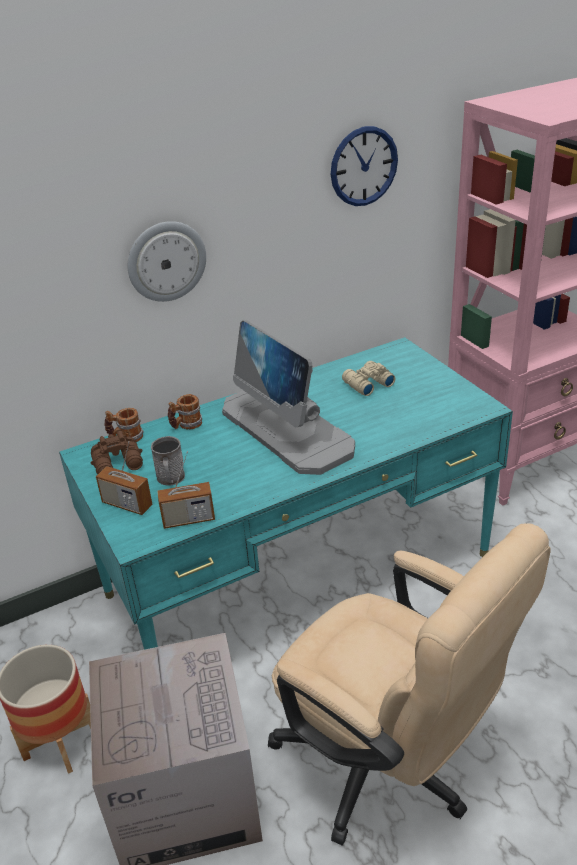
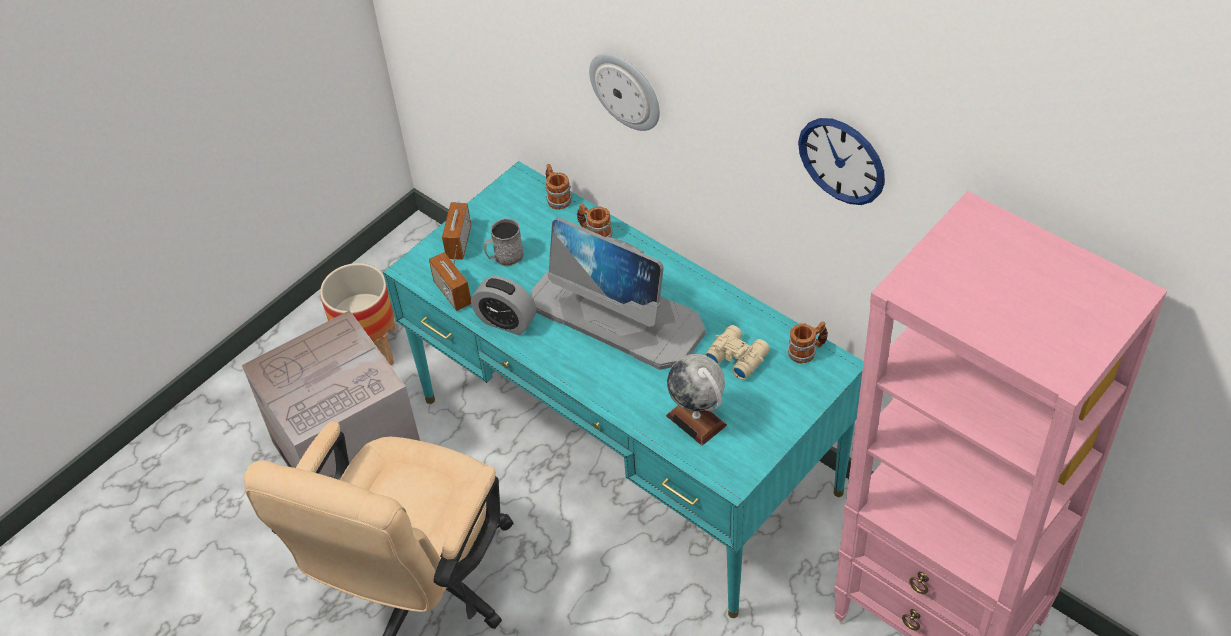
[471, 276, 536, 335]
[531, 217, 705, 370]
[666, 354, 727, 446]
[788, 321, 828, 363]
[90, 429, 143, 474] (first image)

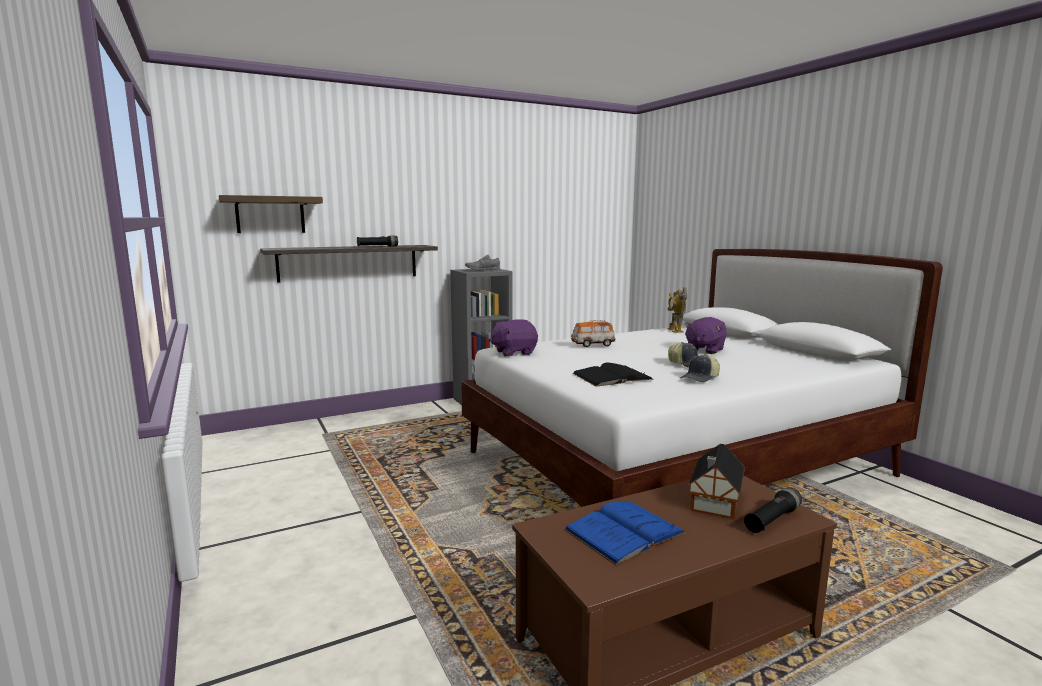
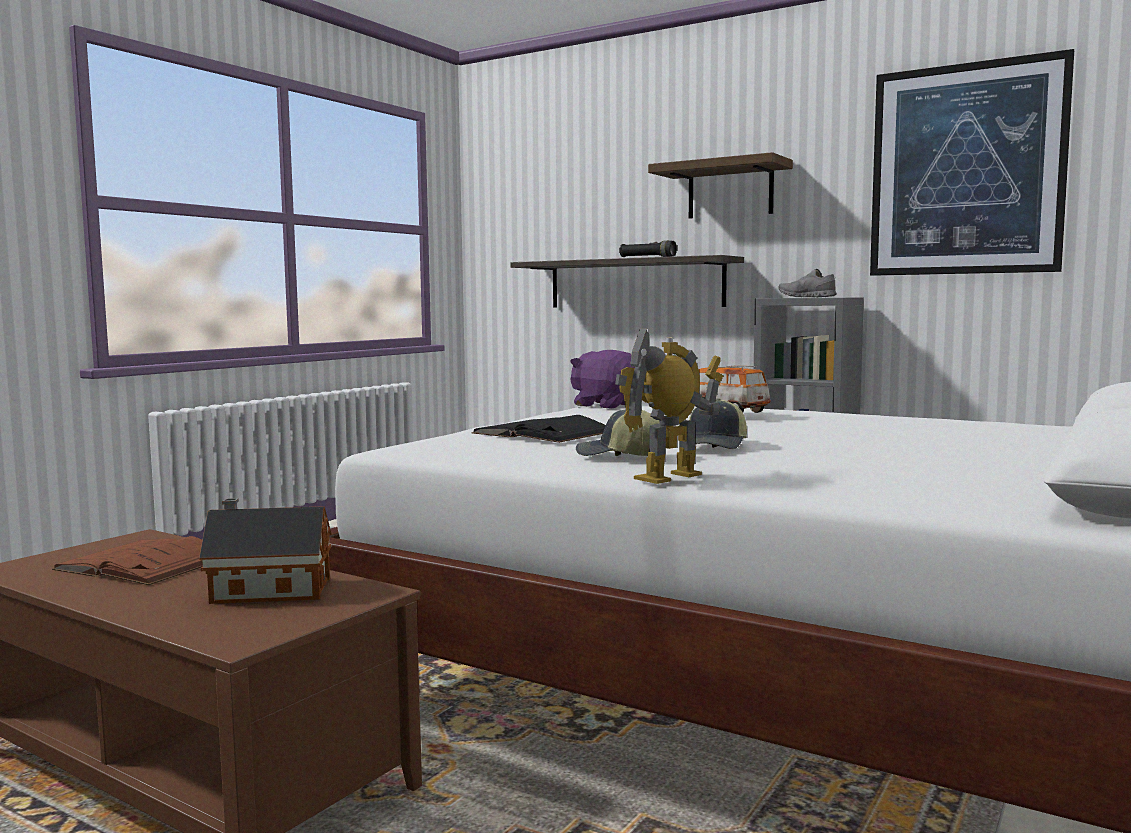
[52, 536, 203, 585]
[615, 328, 723, 484]
[648, 152, 793, 219]
[870, 49, 1074, 276]
[684, 317, 727, 354] (first image)
[744, 487, 802, 533] (first image)

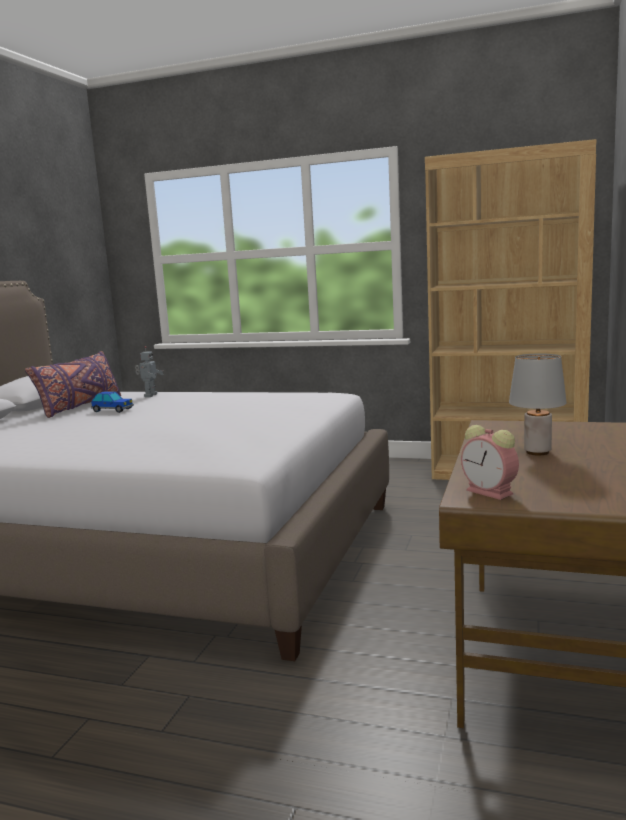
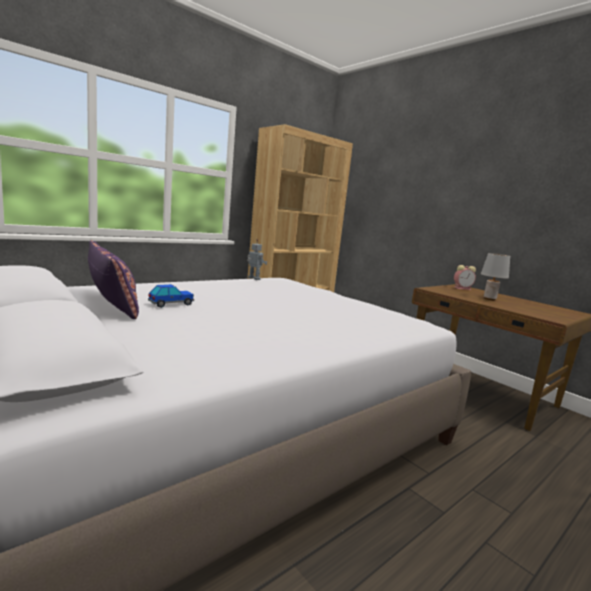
[247, 239, 268, 280]
[454, 265, 476, 290]

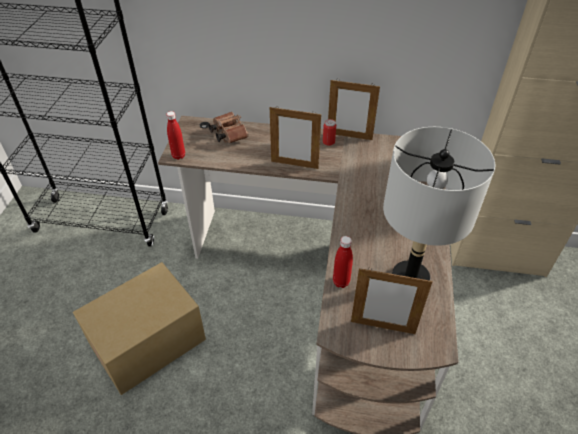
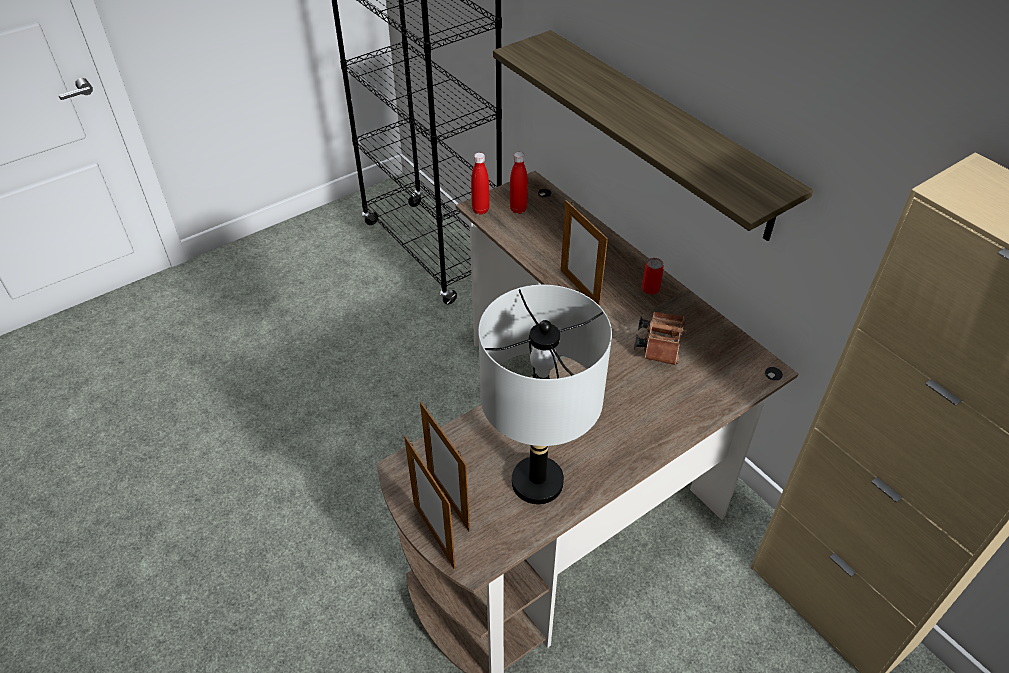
[404, 435, 456, 570]
[493, 30, 813, 241]
[510, 152, 528, 214]
[634, 312, 687, 365]
[73, 262, 206, 395] (first image)

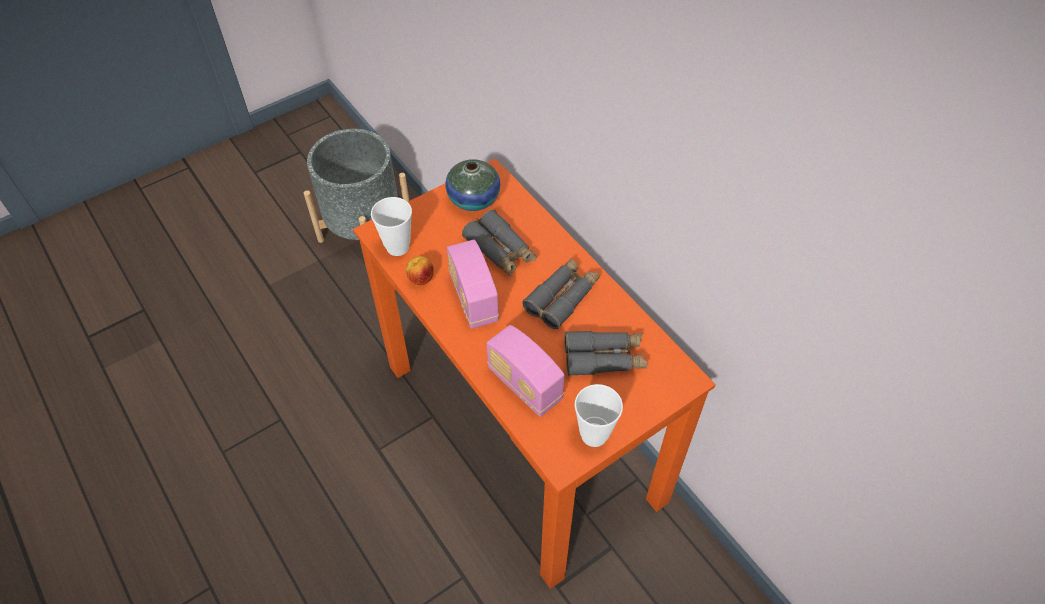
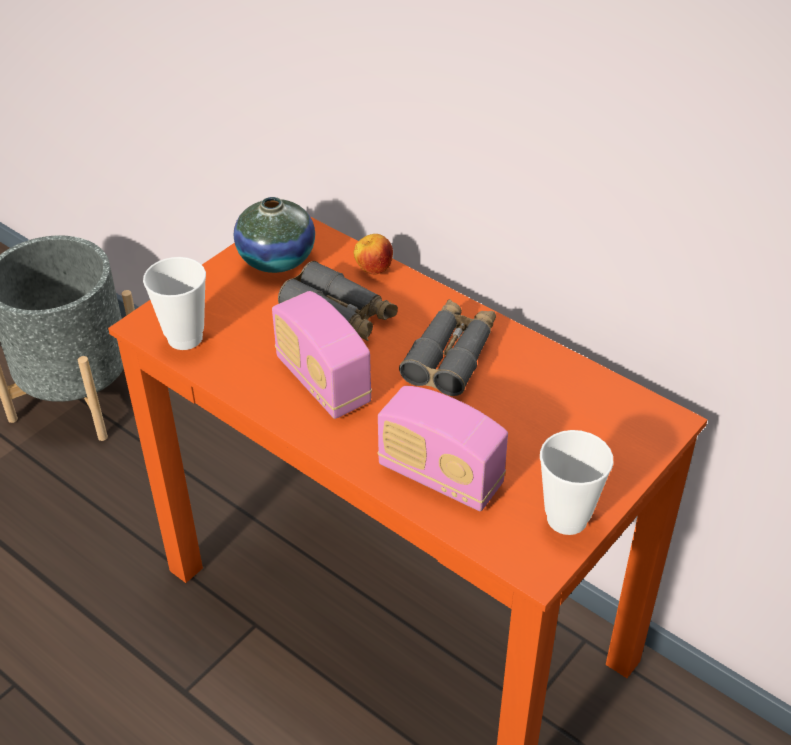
[354, 234, 393, 274]
[565, 331, 647, 376] (first image)

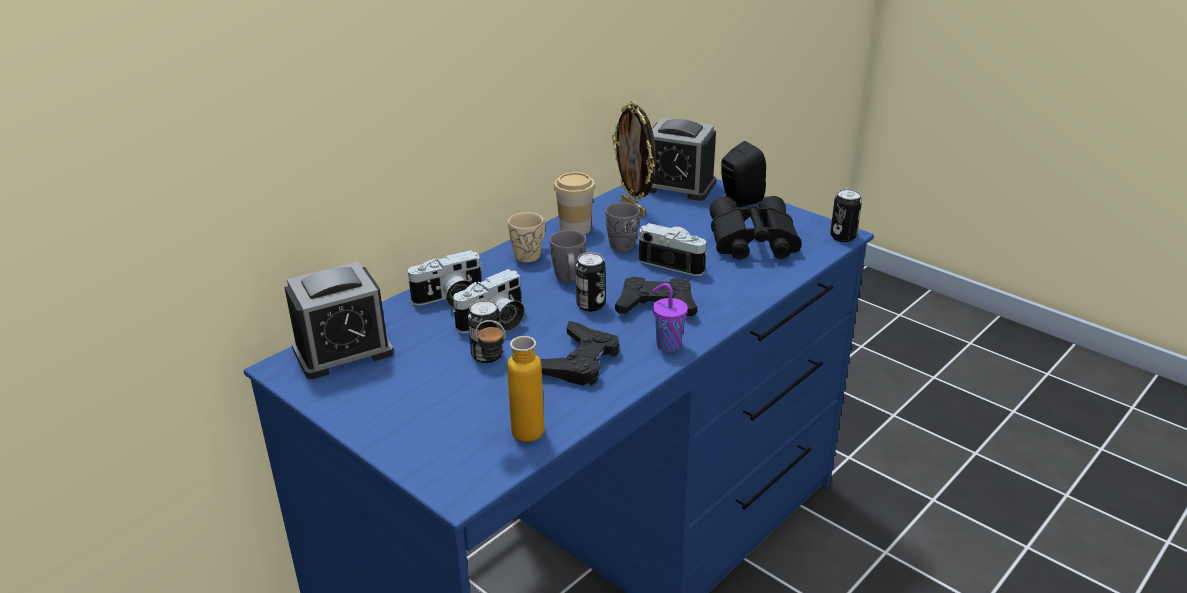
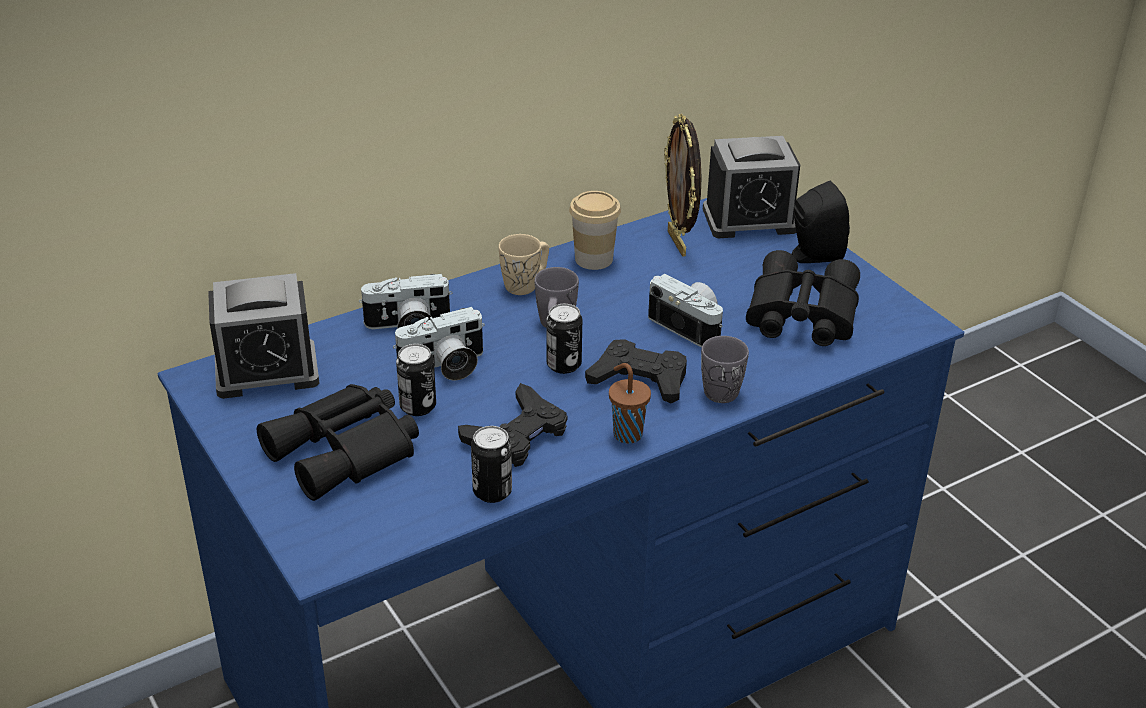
[257, 384, 419, 501]
[471, 426, 512, 503]
[609, 363, 651, 444]
[701, 336, 749, 403]
[703, 136, 800, 238]
[475, 320, 544, 442] (first image)

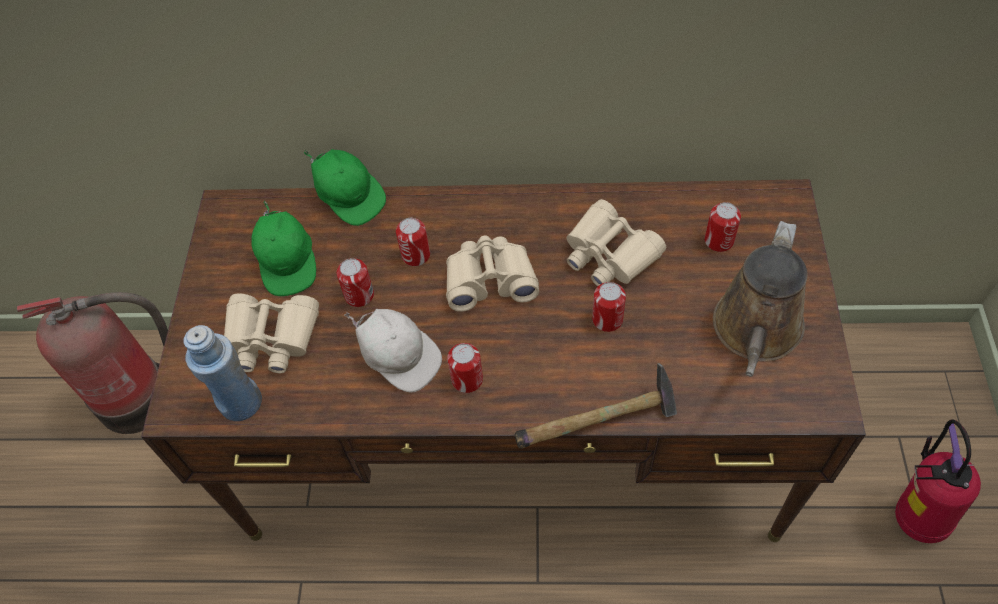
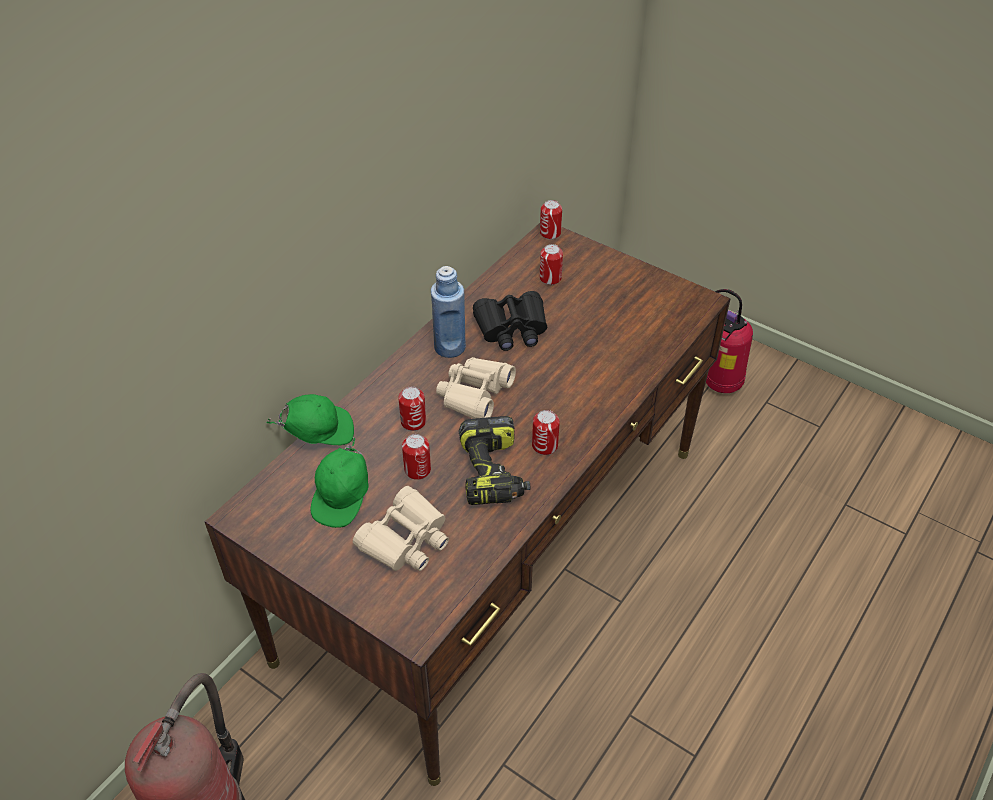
[311, 437, 369, 528]
[431, 266, 466, 358]
[459, 416, 530, 505]
[473, 291, 547, 351]
[540, 200, 562, 240]
[515, 363, 677, 449] (first image)
[713, 221, 808, 377] (first image)

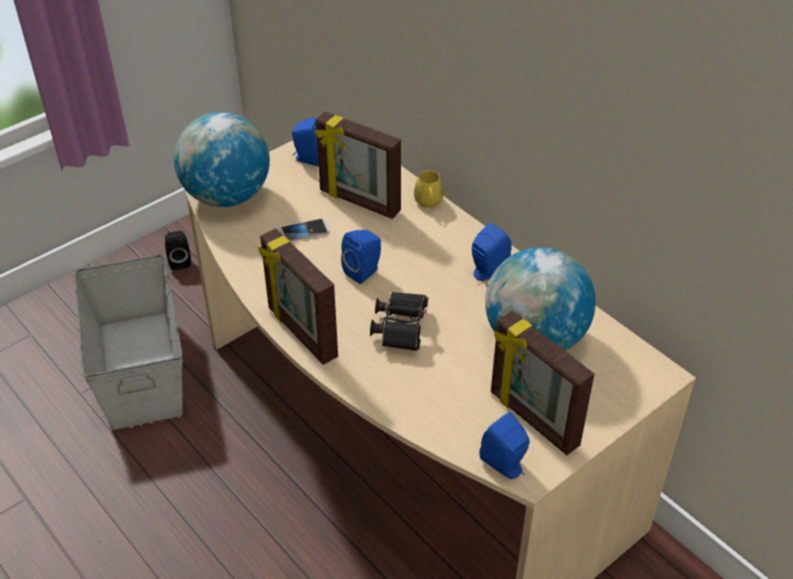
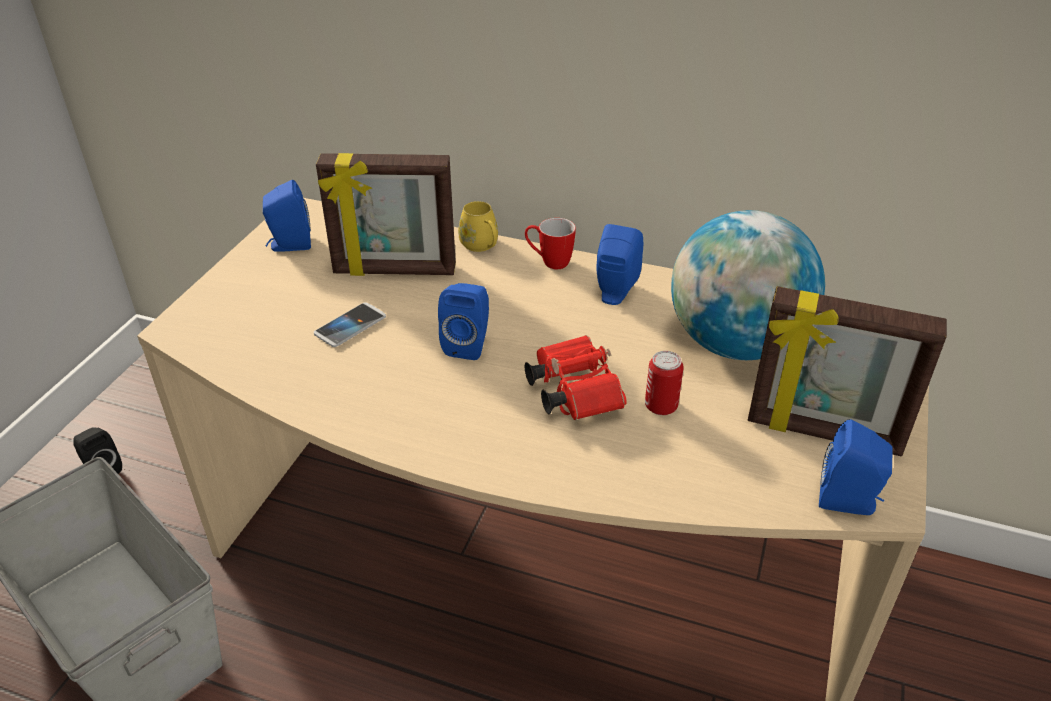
[524, 335, 626, 420]
[525, 218, 576, 269]
[645, 351, 684, 415]
[174, 112, 270, 207] (first image)
[258, 228, 338, 365] (first image)

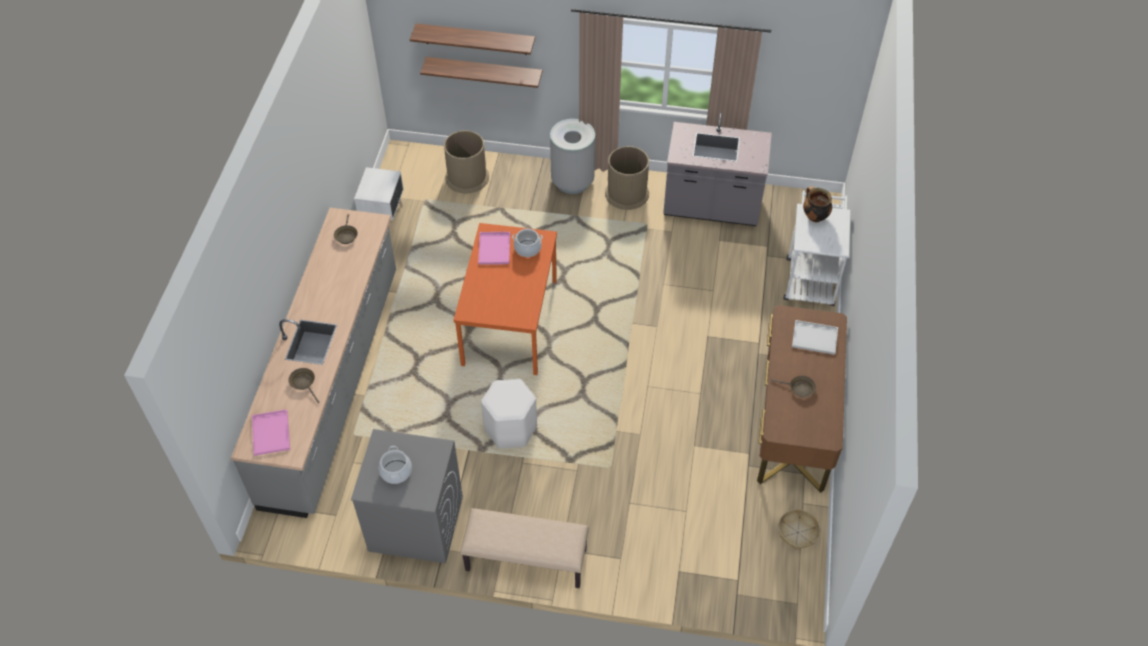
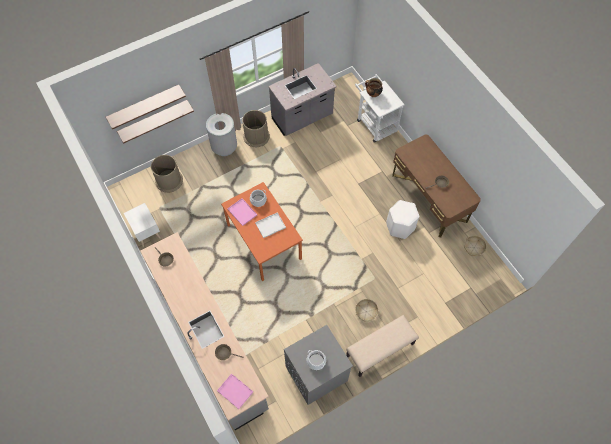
[255, 212, 286, 238]
[355, 299, 378, 322]
[386, 200, 419, 239]

